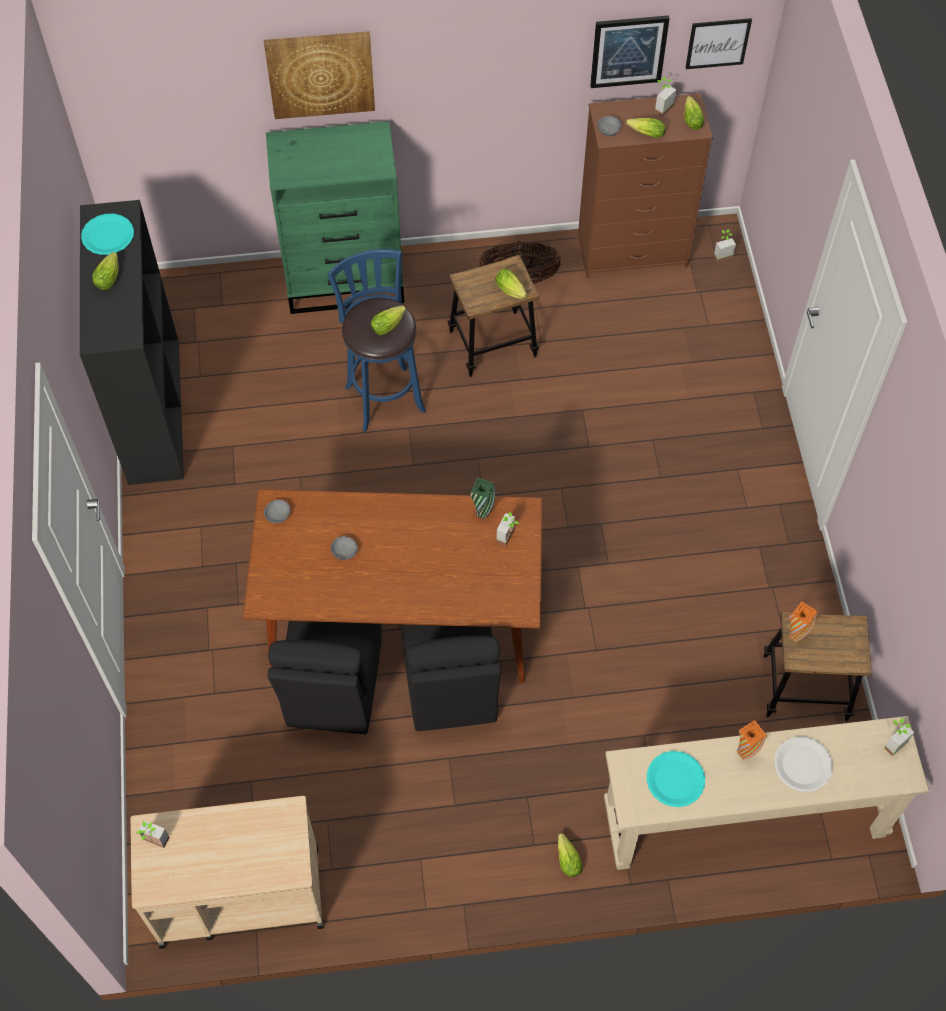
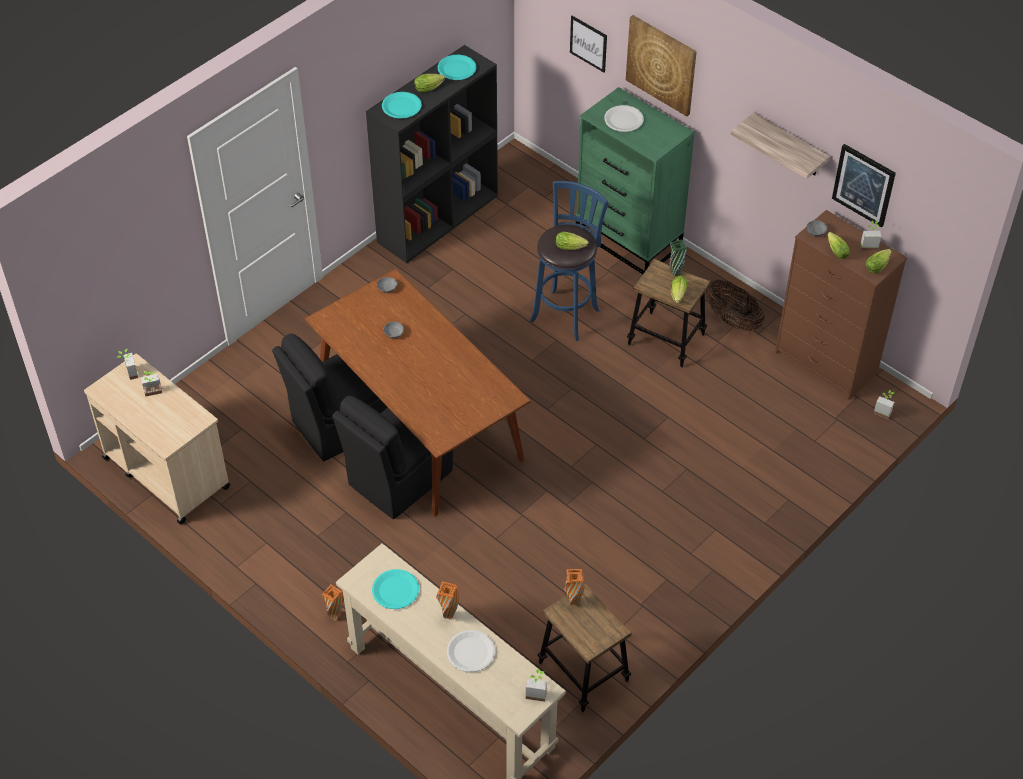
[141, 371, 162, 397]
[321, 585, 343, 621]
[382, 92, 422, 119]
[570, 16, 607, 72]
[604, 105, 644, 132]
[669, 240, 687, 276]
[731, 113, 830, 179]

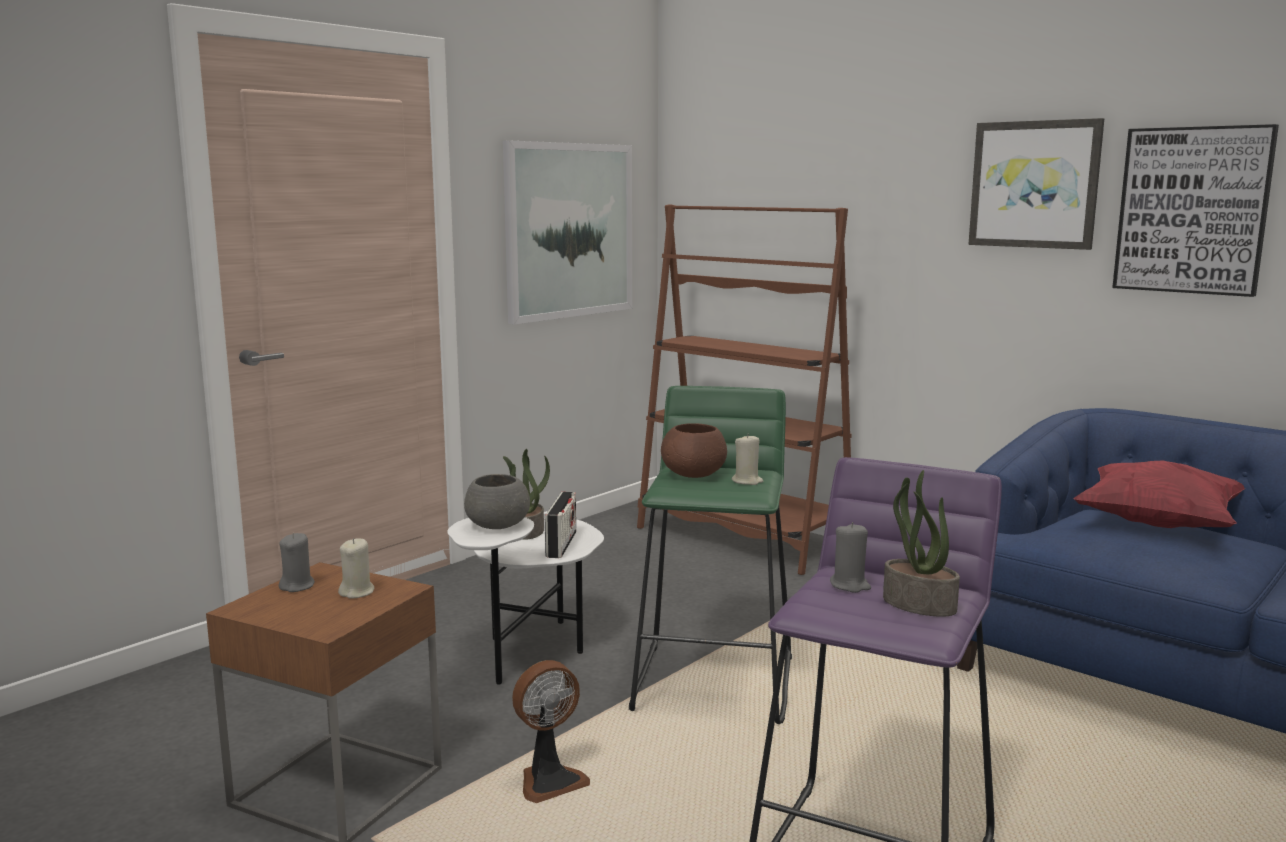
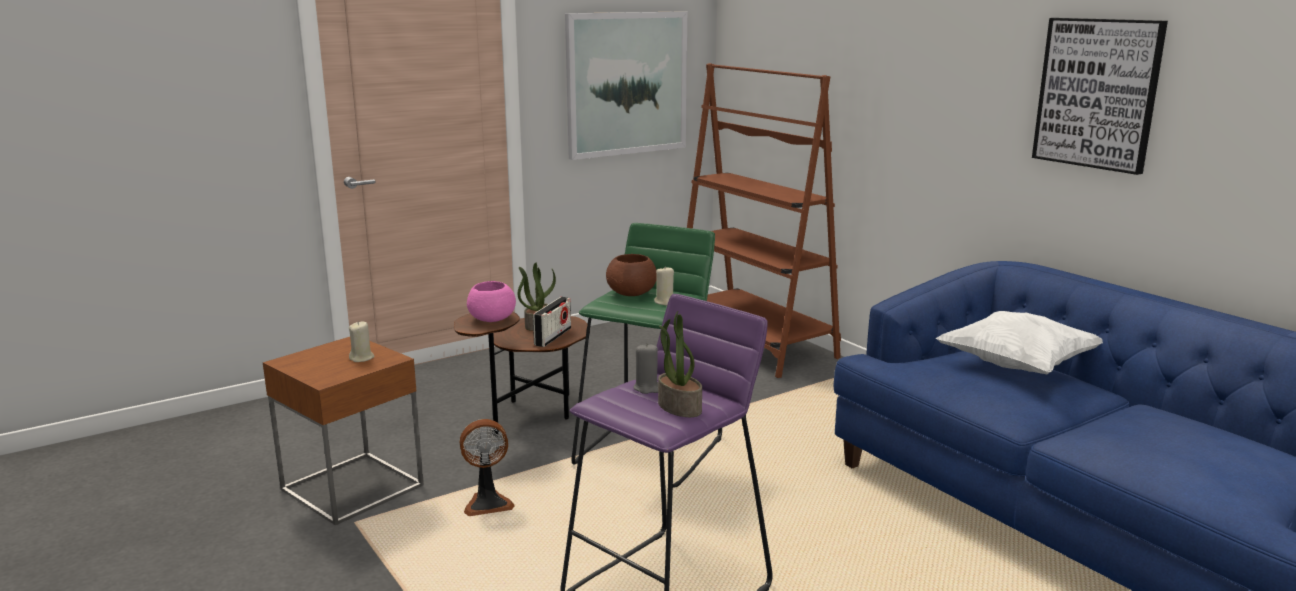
[454, 312, 590, 434]
[467, 281, 516, 322]
[936, 311, 1103, 374]
[279, 533, 315, 592] (first image)
[968, 118, 1104, 250] (first image)

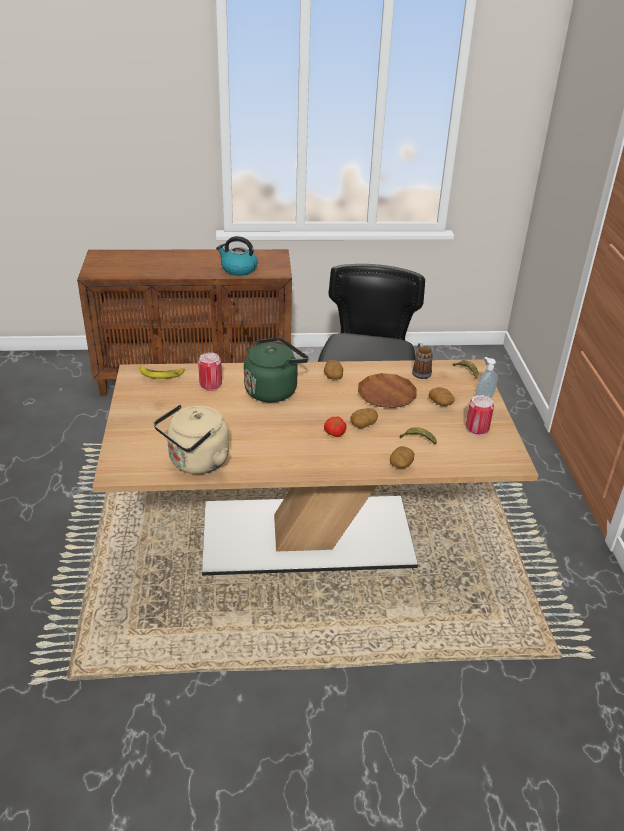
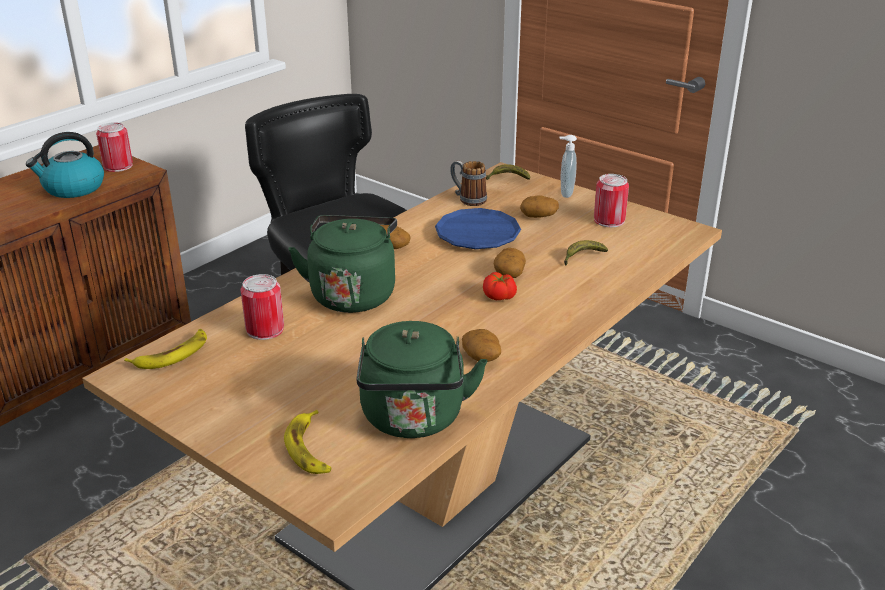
[96, 122, 133, 172]
[284, 410, 332, 474]
[356, 321, 487, 438]
[435, 208, 521, 249]
[462, 329, 501, 362]

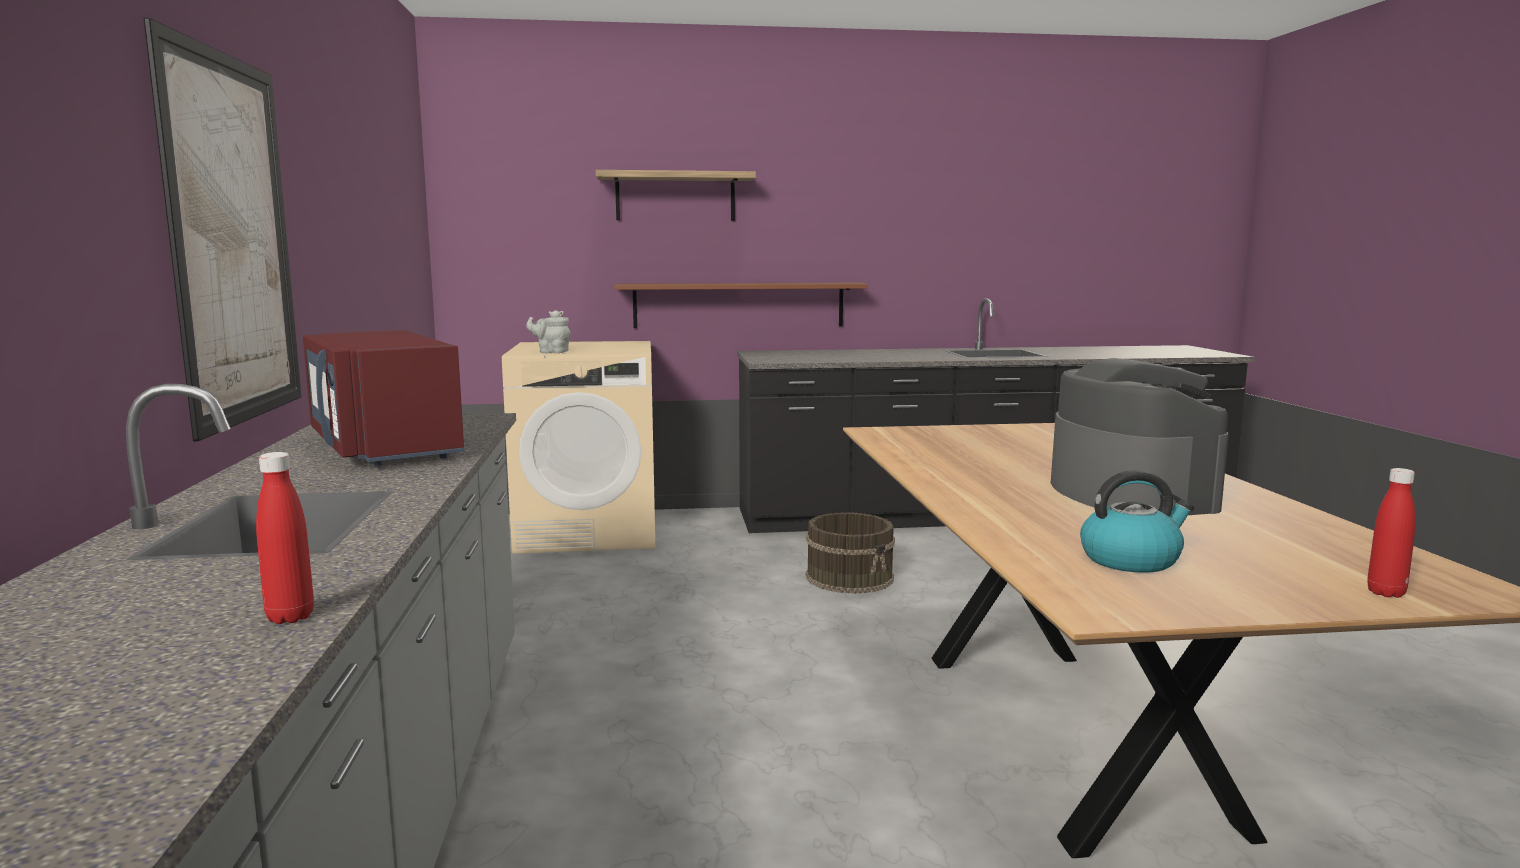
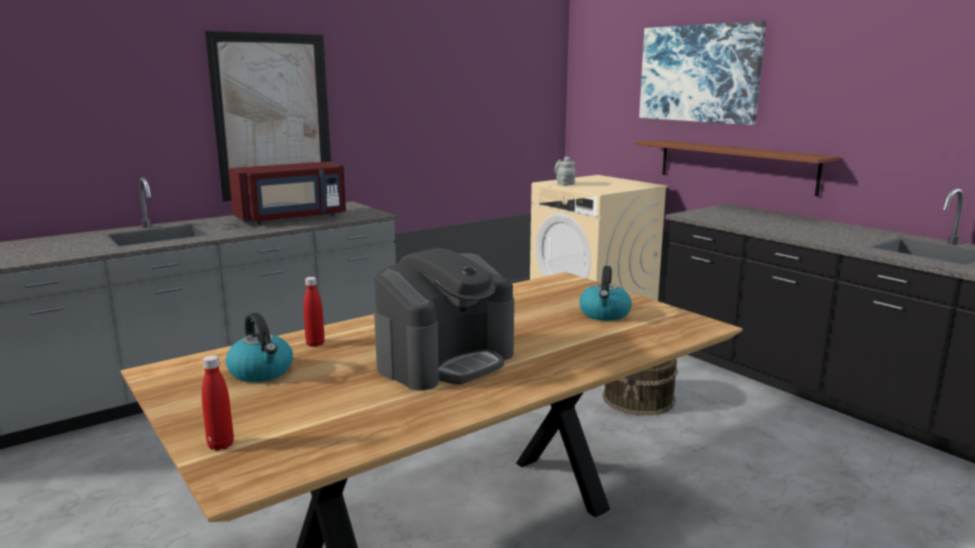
[228, 161, 346, 224]
[303, 277, 325, 347]
[579, 266, 632, 321]
[639, 21, 766, 125]

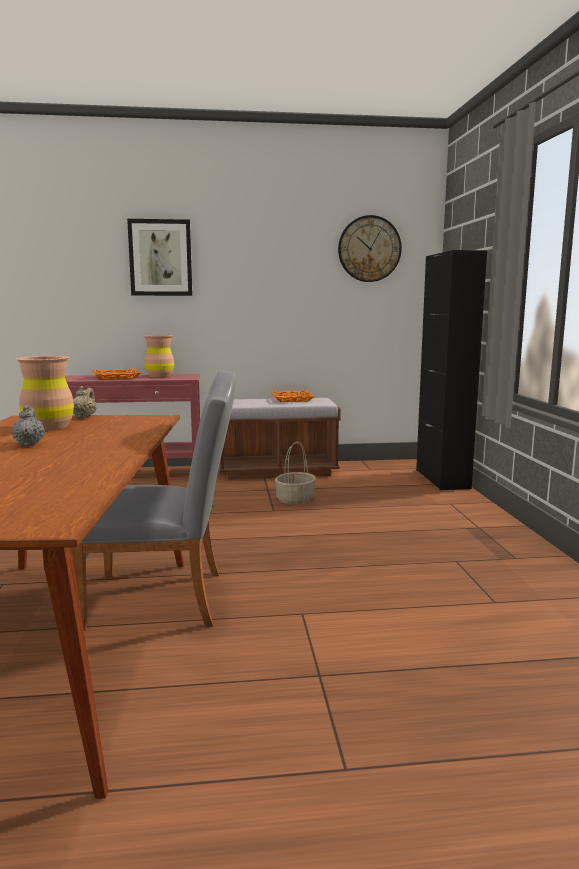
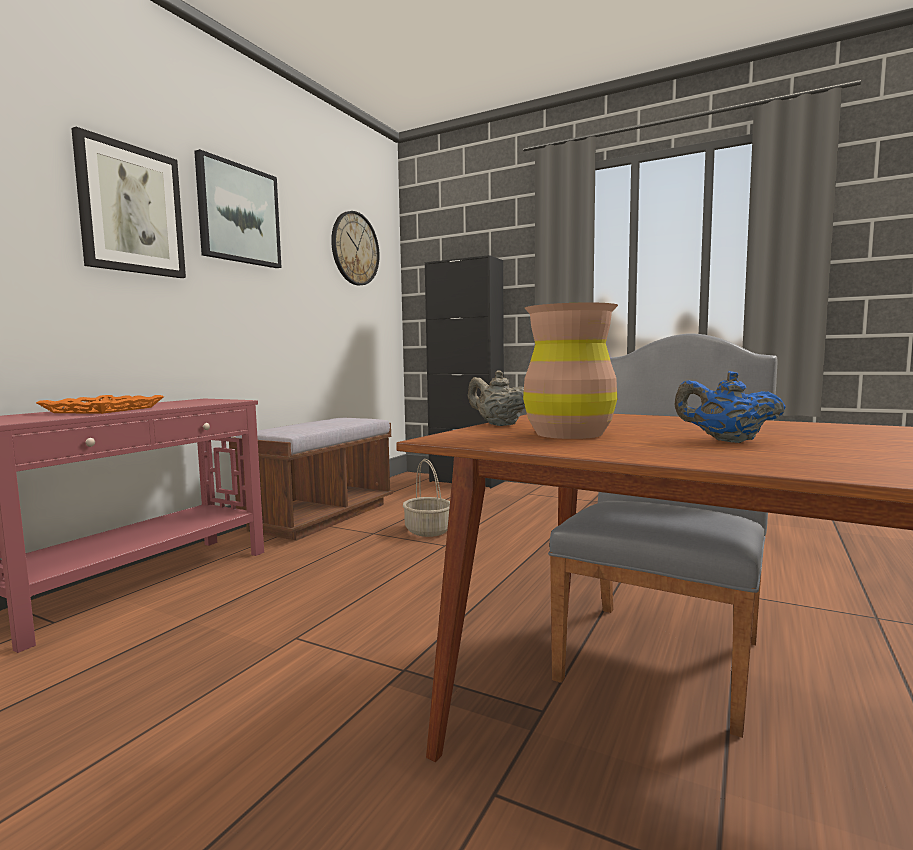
[194, 149, 281, 268]
[674, 371, 786, 443]
[144, 335, 174, 377] (first image)
[270, 390, 314, 402] (first image)

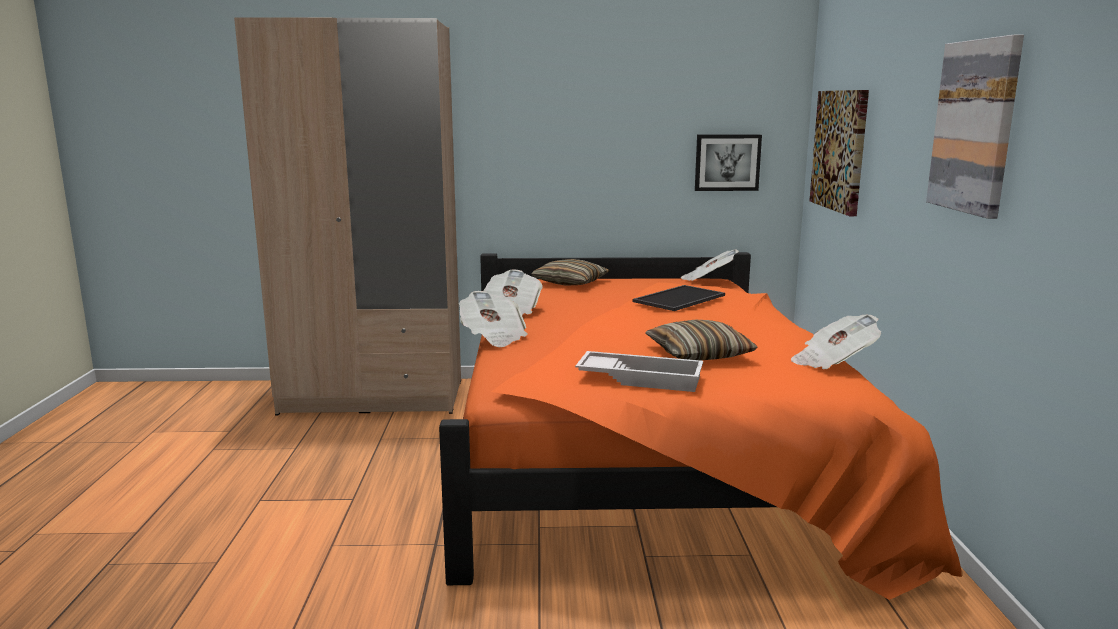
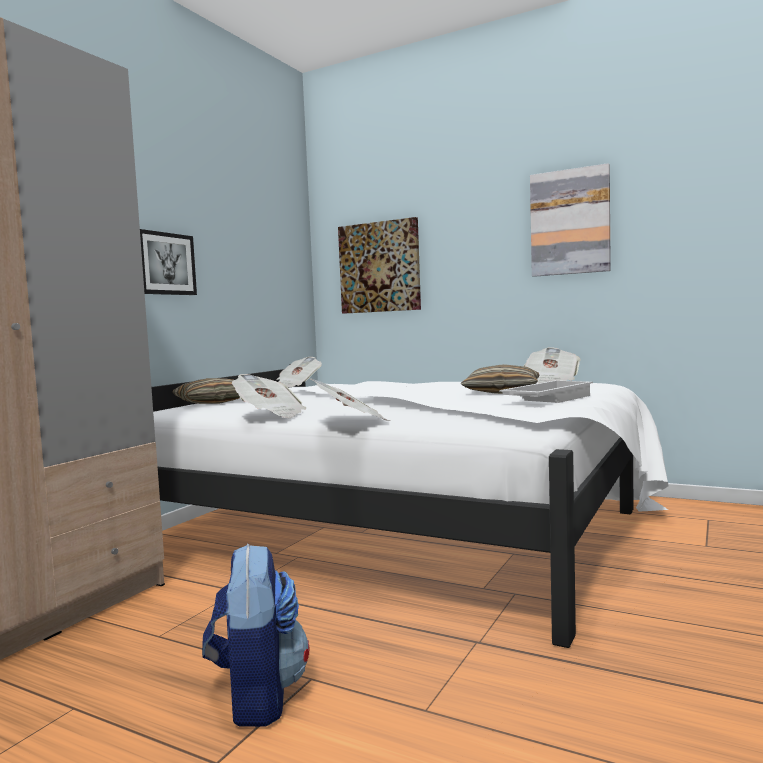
[140, 229, 197, 295]
[151, 369, 668, 648]
[202, 544, 309, 727]
[632, 285, 725, 311] (first image)

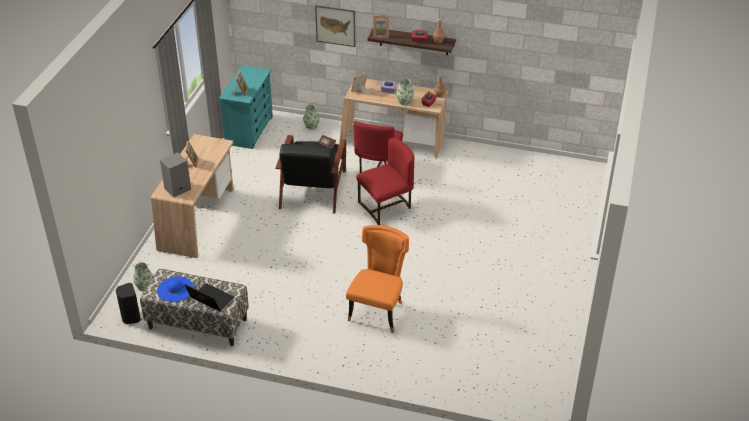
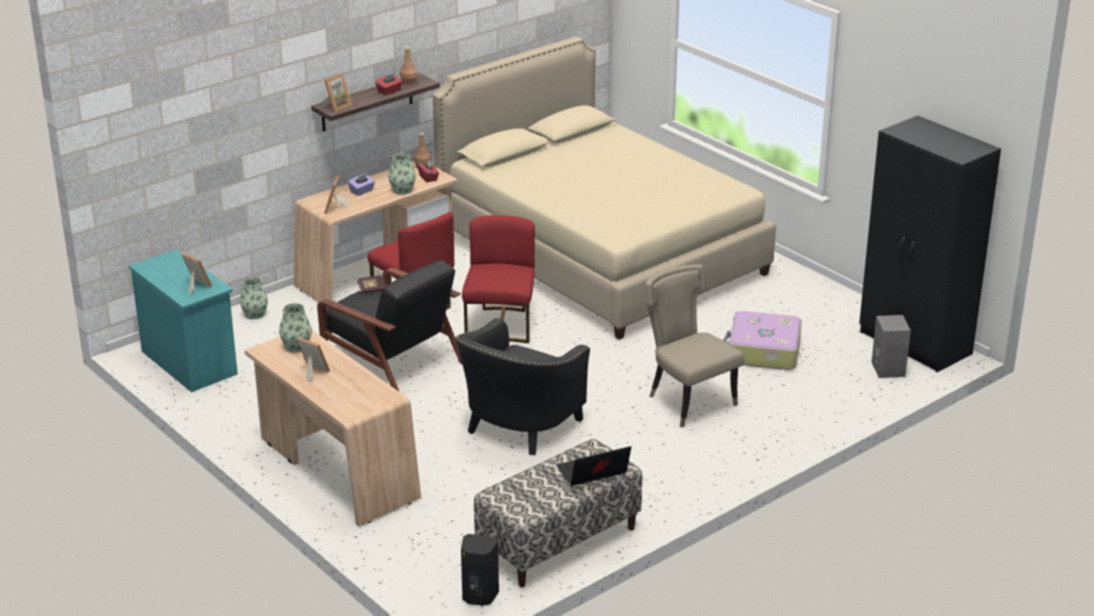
[279, 303, 312, 352]
[433, 37, 776, 340]
[455, 318, 590, 455]
[646, 264, 744, 428]
[723, 311, 802, 370]
[859, 116, 1001, 372]
[872, 315, 911, 378]
[157, 276, 194, 302] (first image)
[315, 5, 355, 47] (first image)

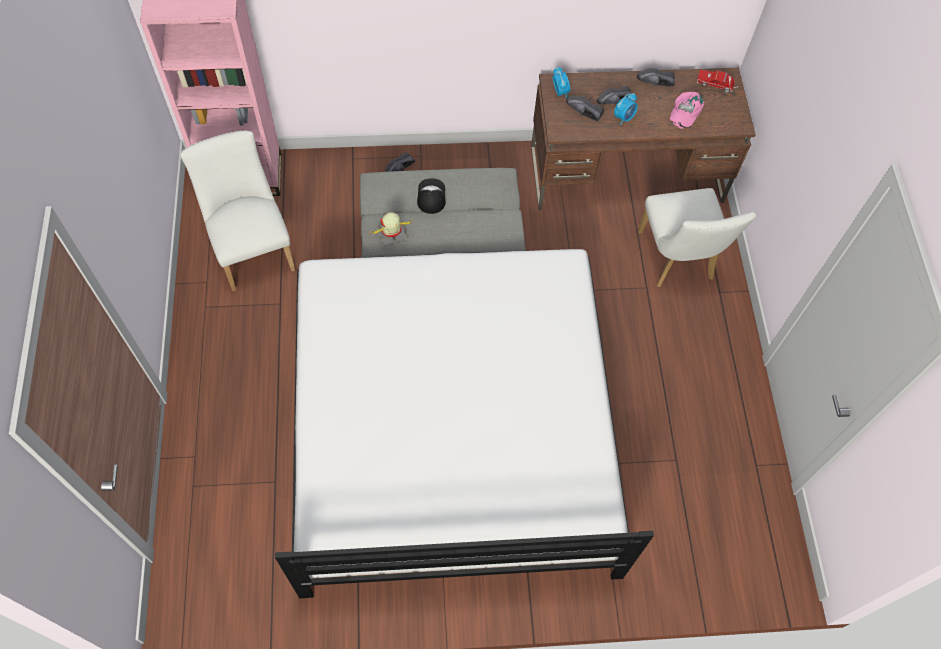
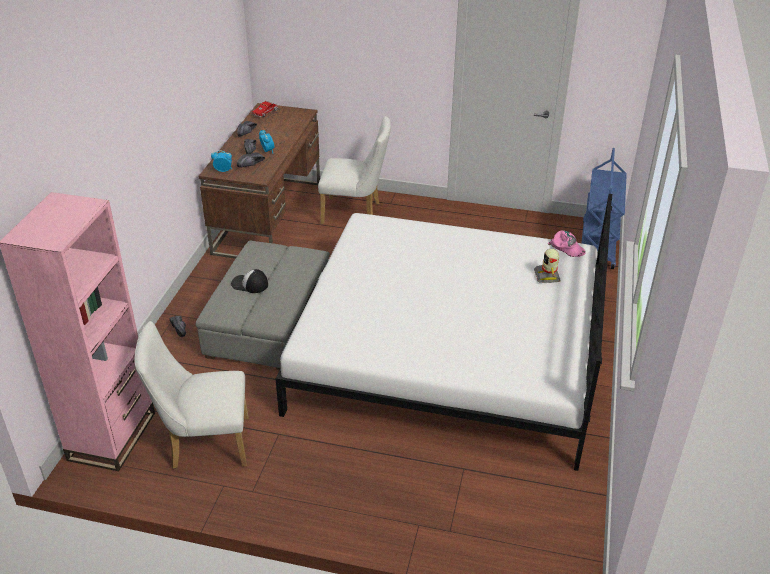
[534, 249, 560, 283]
[548, 230, 585, 257]
[581, 148, 627, 269]

